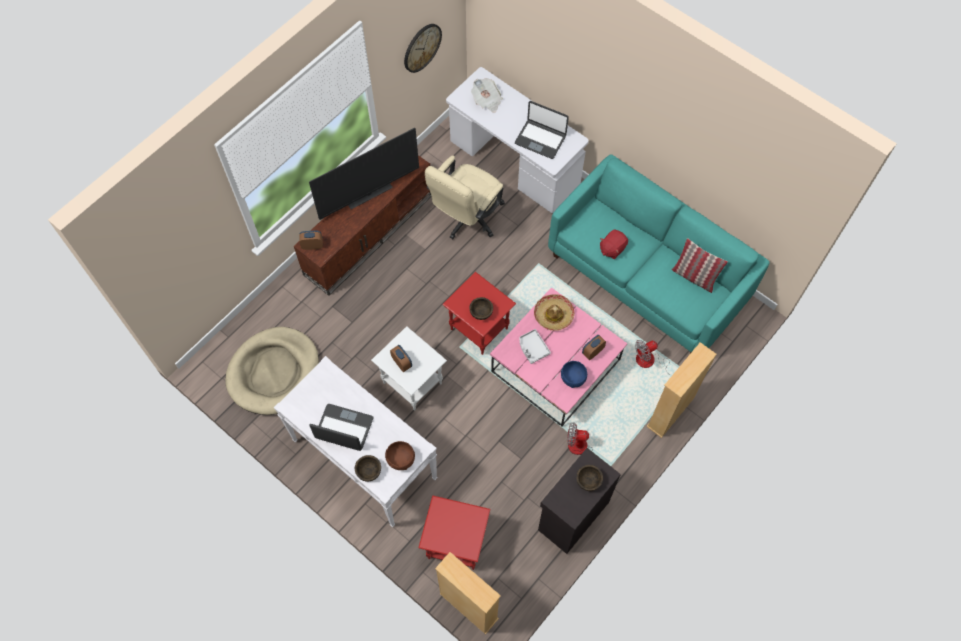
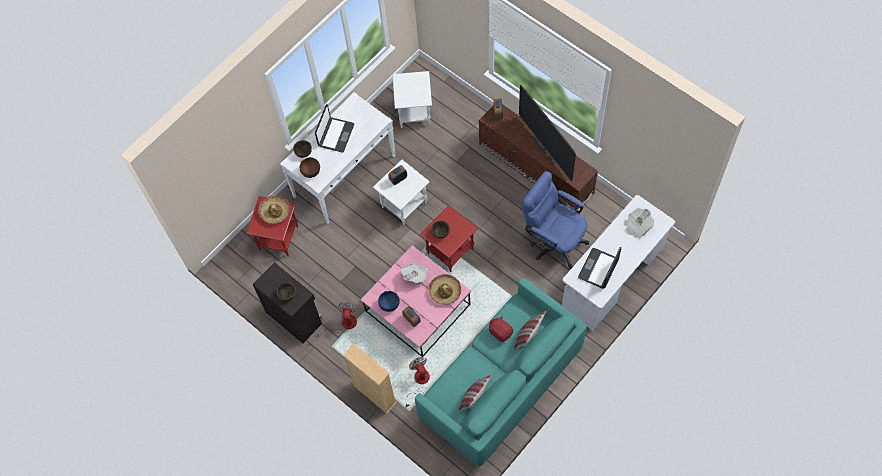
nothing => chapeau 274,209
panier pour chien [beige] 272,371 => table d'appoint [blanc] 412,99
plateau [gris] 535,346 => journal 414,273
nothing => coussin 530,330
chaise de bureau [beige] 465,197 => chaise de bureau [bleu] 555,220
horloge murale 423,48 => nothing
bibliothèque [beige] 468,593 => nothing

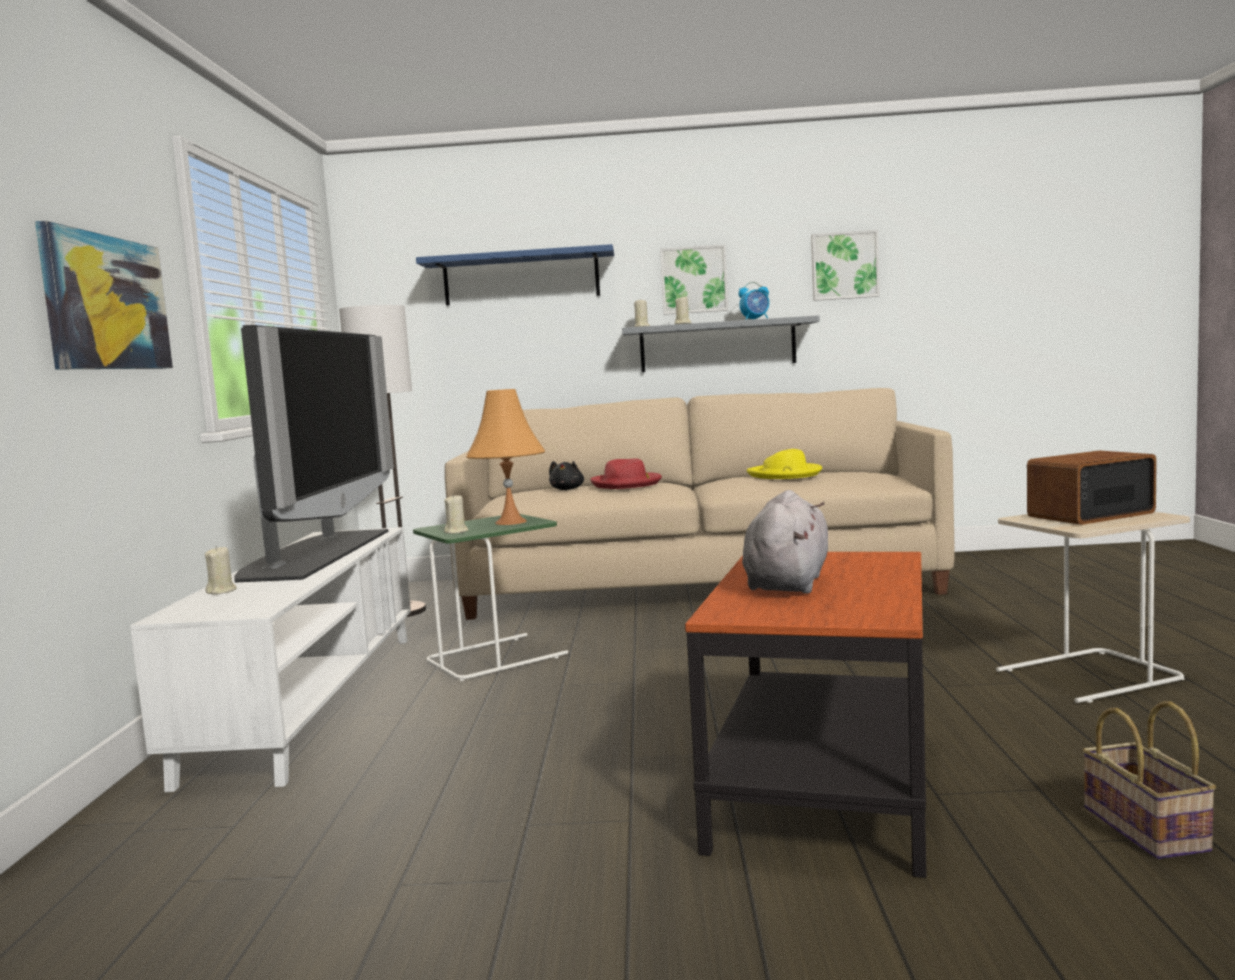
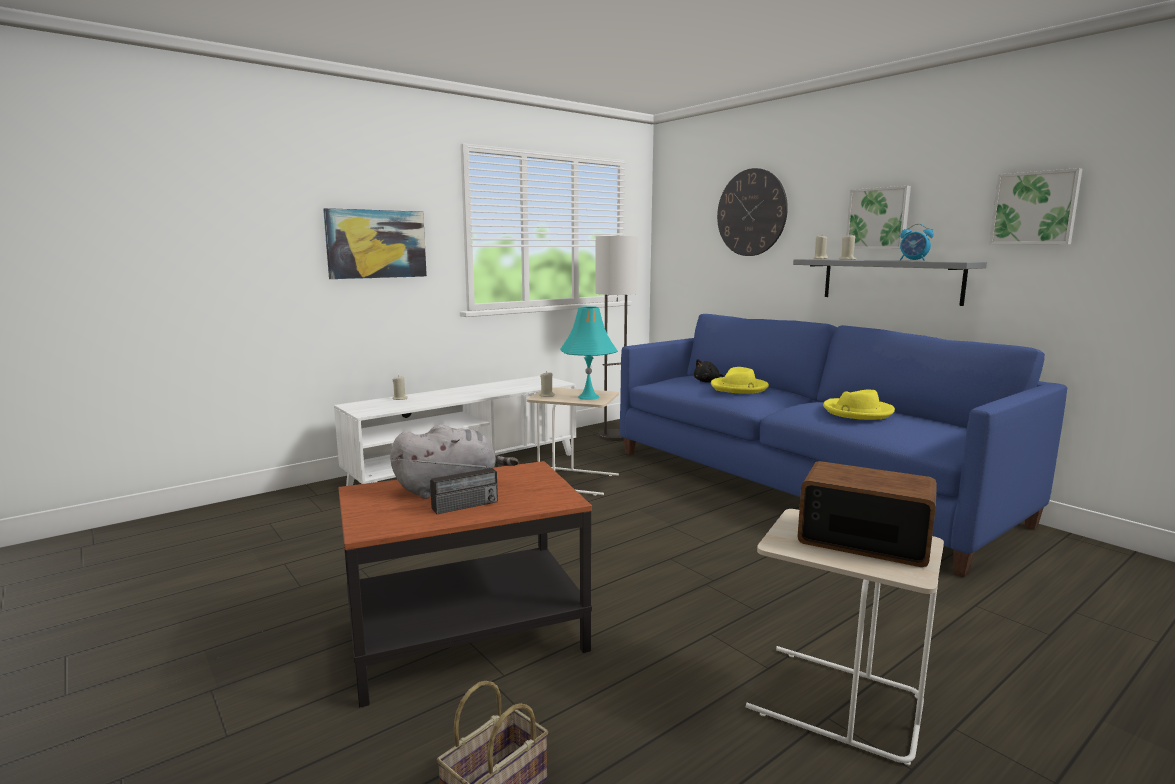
nothing => radio 445,486
table d'appoint [vert] 490,597 => table d'appoint [beige] 573,441
lampe de table [orange] 505,457 => lampe de table [turquoise] 589,353
canapé [beige] 699,504 => canapé [bleu] 843,445
chapeau [rouge] 626,473 => chapeau [jaune] 740,380
étagère [bleu] 515,275 => horloge murale 752,212
téléviseur 314,453 => nothing

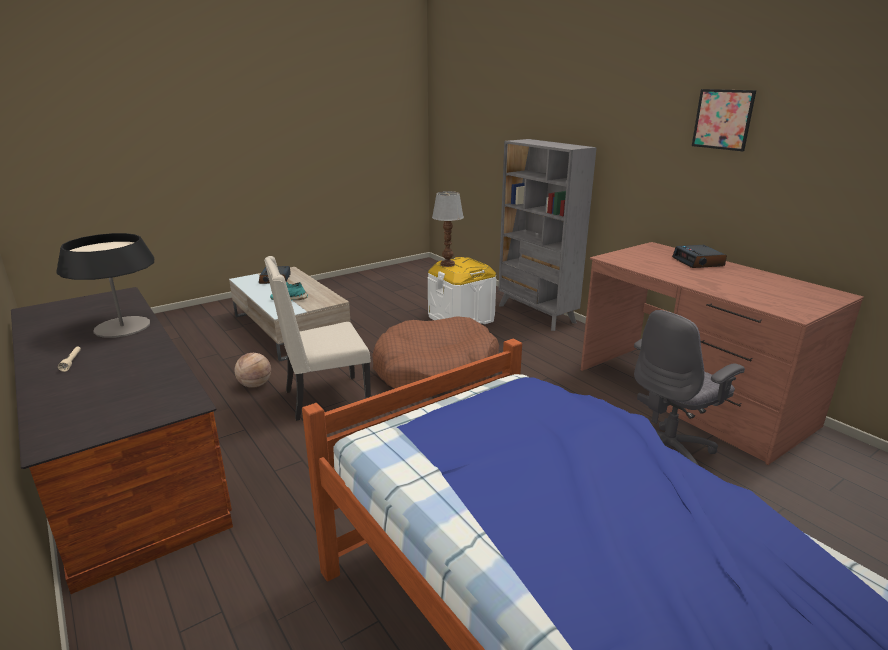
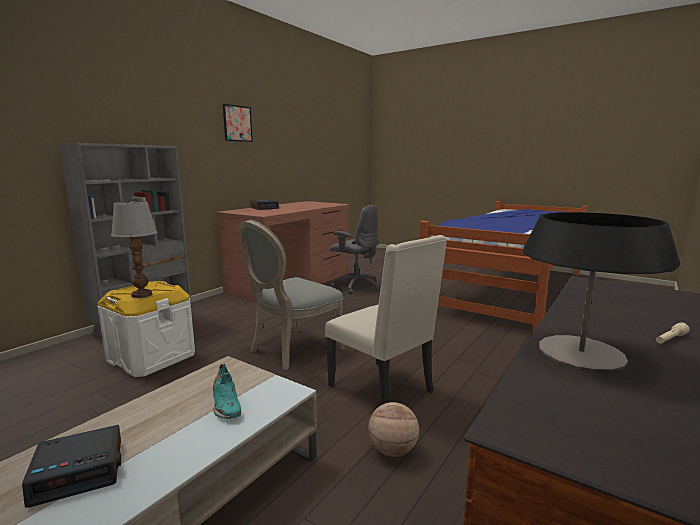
panier pour chien [marron] 436,354 => chaise [gris] 292,295

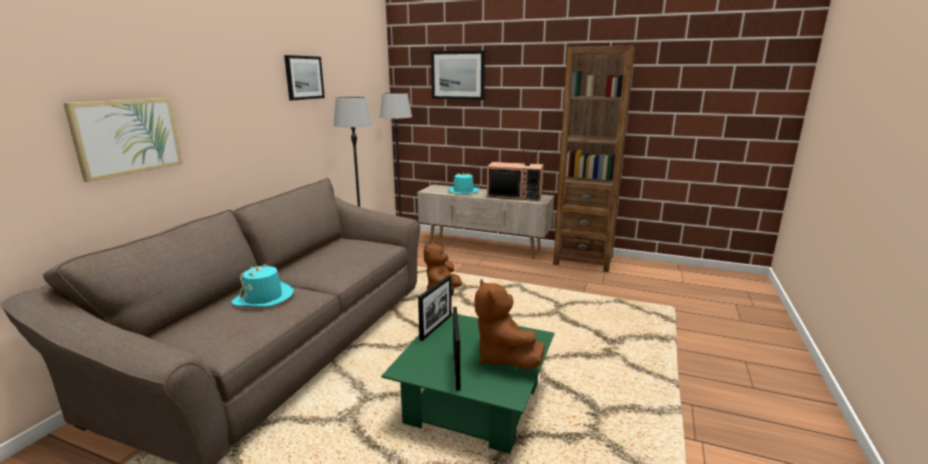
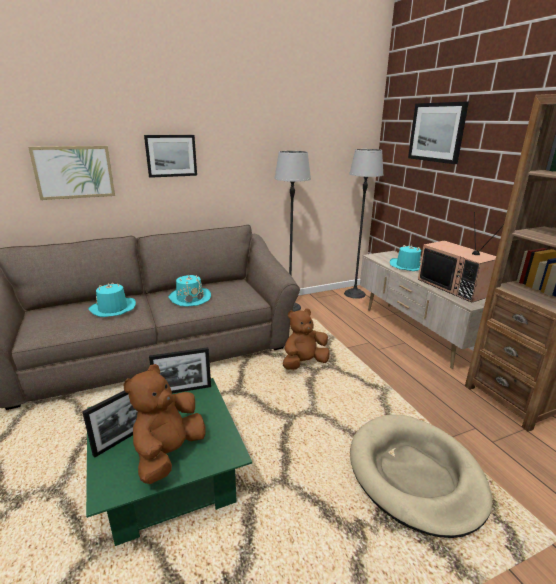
tableau 304,77 => tableau 170,156, relocated
nothing => chapeau [turquoise] 189,290
nothing => panier pour chien [beige] 421,476

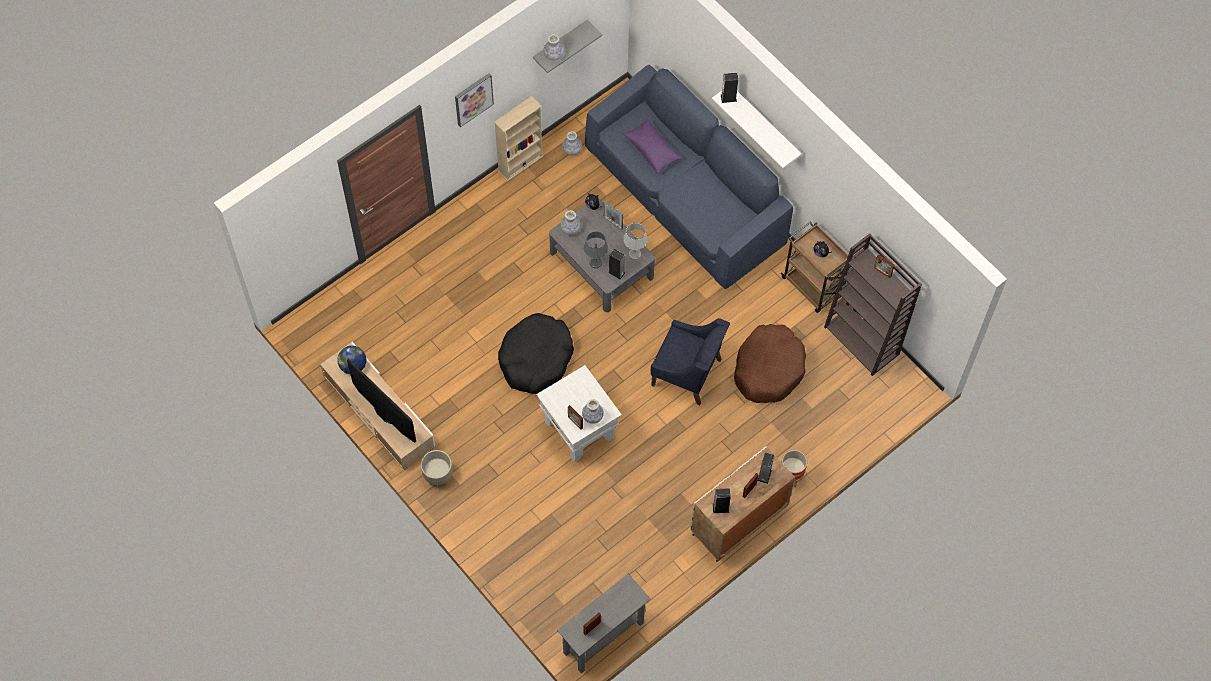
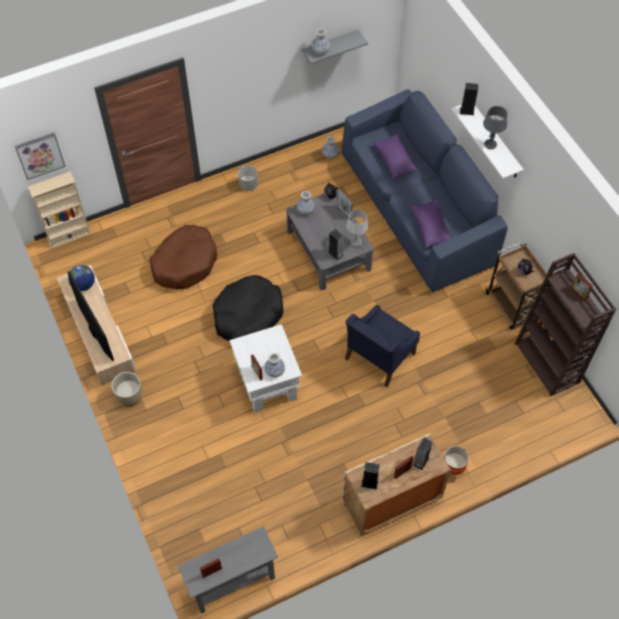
tableau 474,100 => tableau 40,156, relocated
bibliothèque [beige] 518,139 => bibliothèque [beige] 59,210, relocated
panier pour chien [marron] 770,363 => panier pour chien [marron] 183,257, relocated
nothing => cache-pot [gris] 248,178
fauteuil [bleu] 690,361 => fauteuil [bleu] 382,346, 90 degrees clockwise
nothing => coussin [violet] 430,224
lampe de table [gris] 596,249 => lampe de table [gris] 495,127, relocated

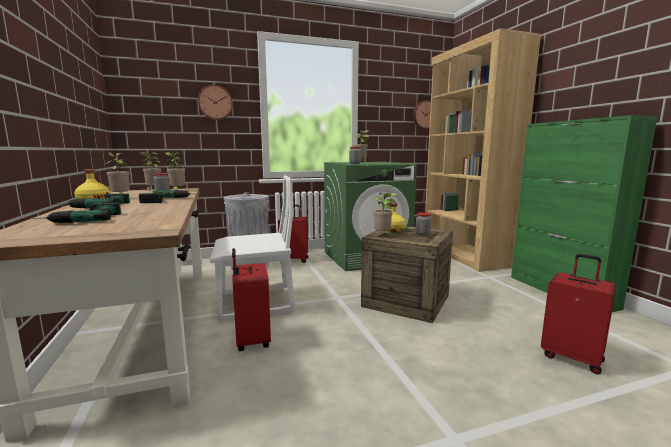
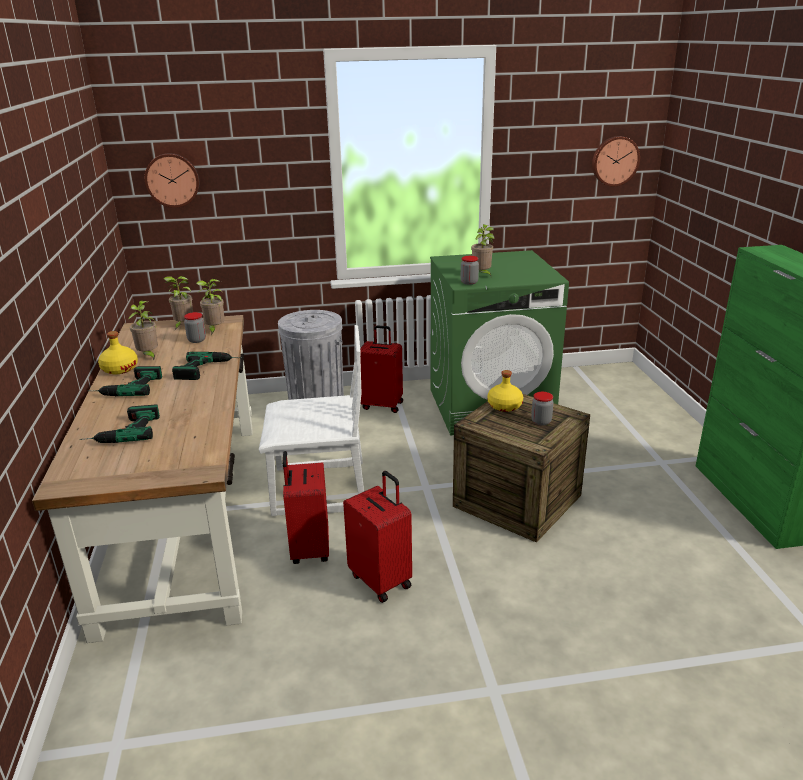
horloge murale 215,102 => horloge murale 172,180, relocated
valise [rouge] 578,314 => valise [rouge] 377,537, relocated
plante en pot 385,213 => nothing
bibliothèque [marron] 483,150 => nothing

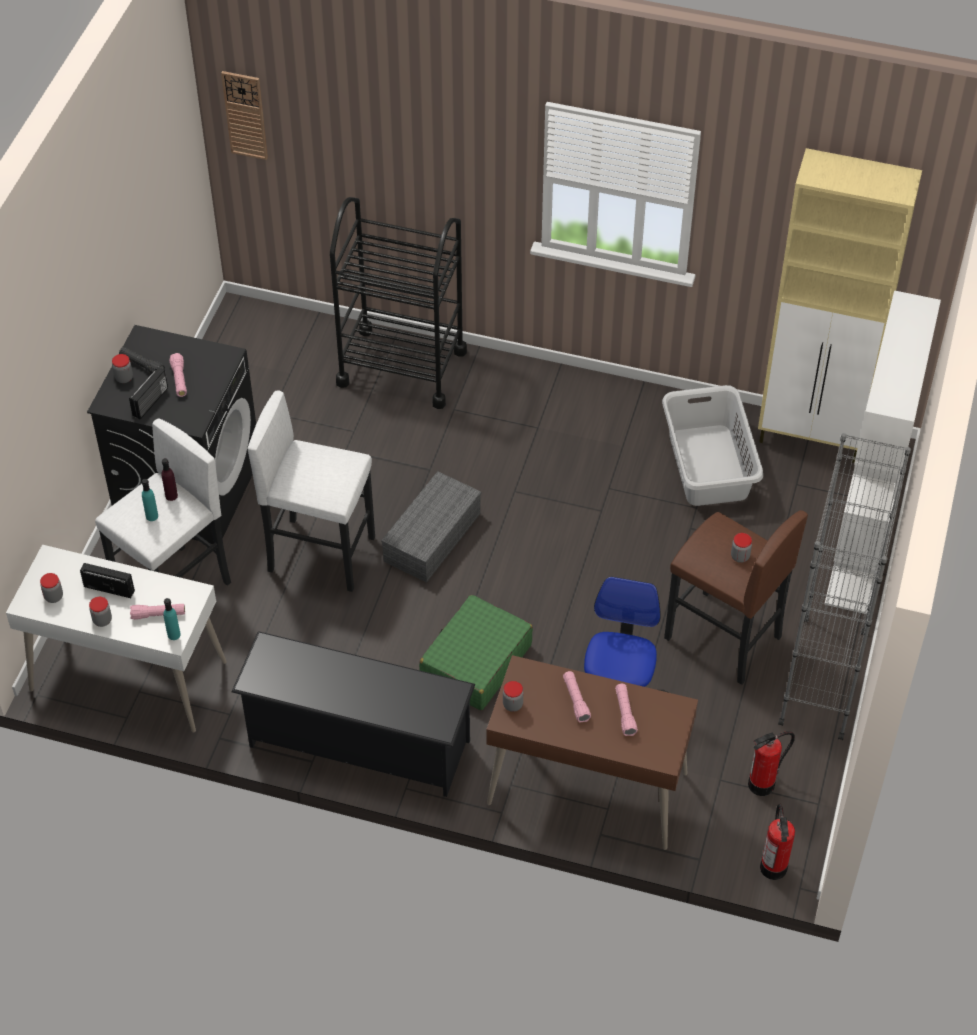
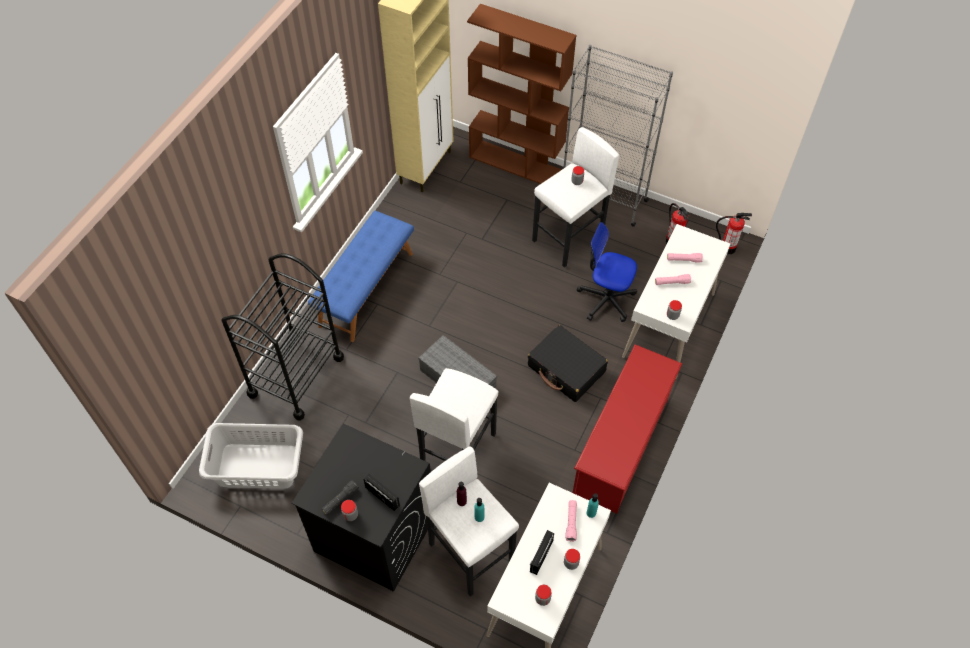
panier à linge [gris] 712,445 => panier à linge [gris] 251,455, relocated
nothing => banc [bleu] 361,276
bibliothèque [blanc] 882,452 => bibliothèque [marron] 521,94
valise [vert] 476,652 => valise [noir] 568,363
tabouret [marron] 736,597 => tabouret [blanc] 575,197
étagère à chaussures [noir] 353,714 => étagère à chaussures [rouge] 627,429
bureau [marron] 592,752 => bureau [blanc] 676,301
lampe de poche [rose] 178,375 => nothing
horloge murale 244,115 => nothing

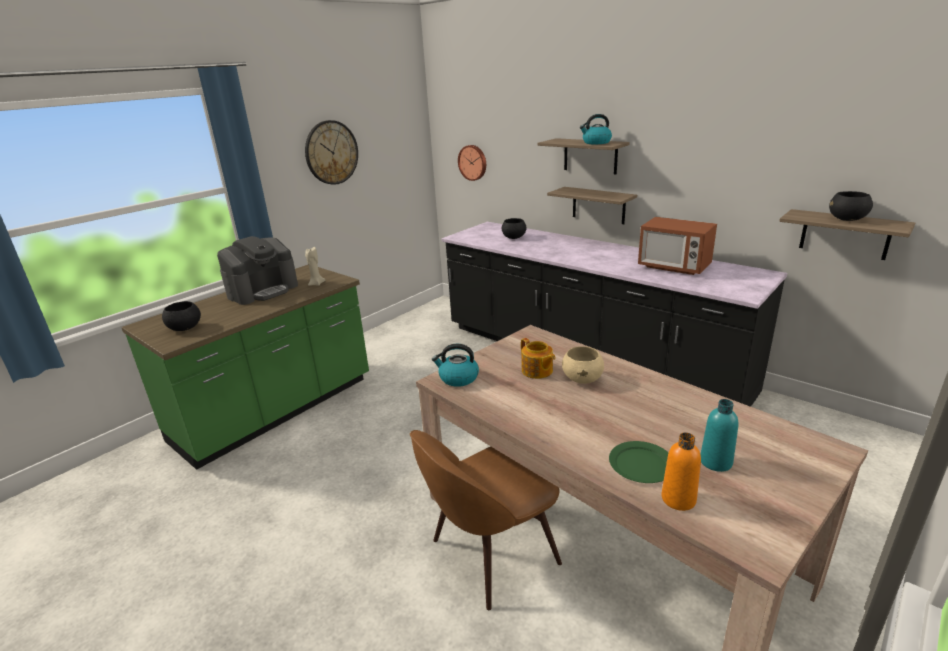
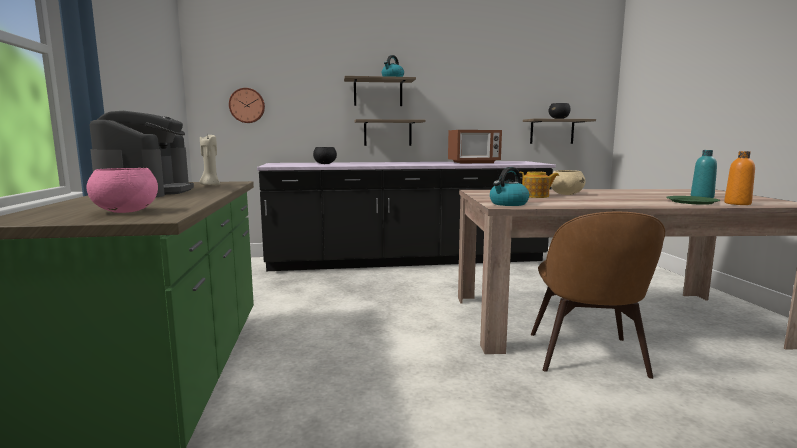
bol [noir] 181,316 => bol [rose] 122,190
horloge murale 331,152 => nothing

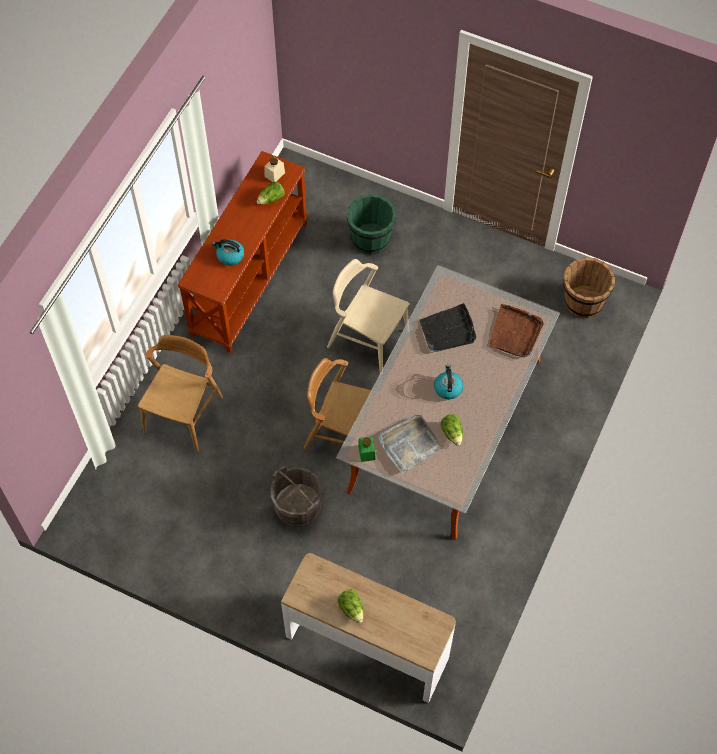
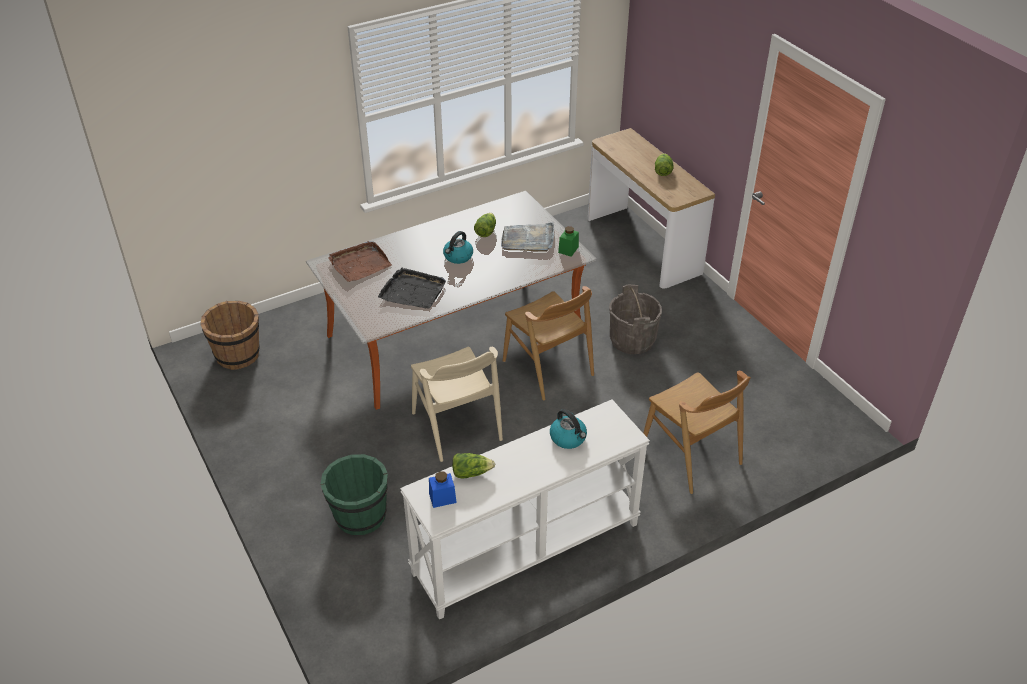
table console [marron] 242,252 => table console [blanc] 525,510
bocal [beige] 274,169 => bocal [bleu] 443,489
chaise [marron] 180,393 => chaise [marron] 697,432, 90 degrees counterclockwise

